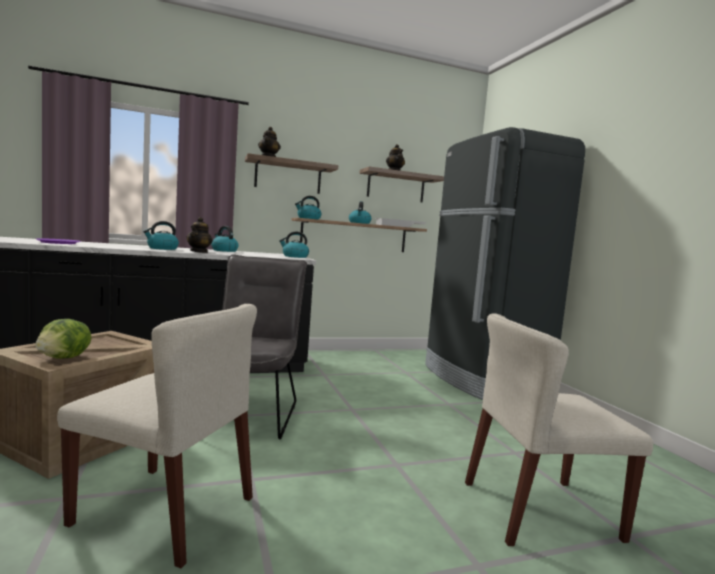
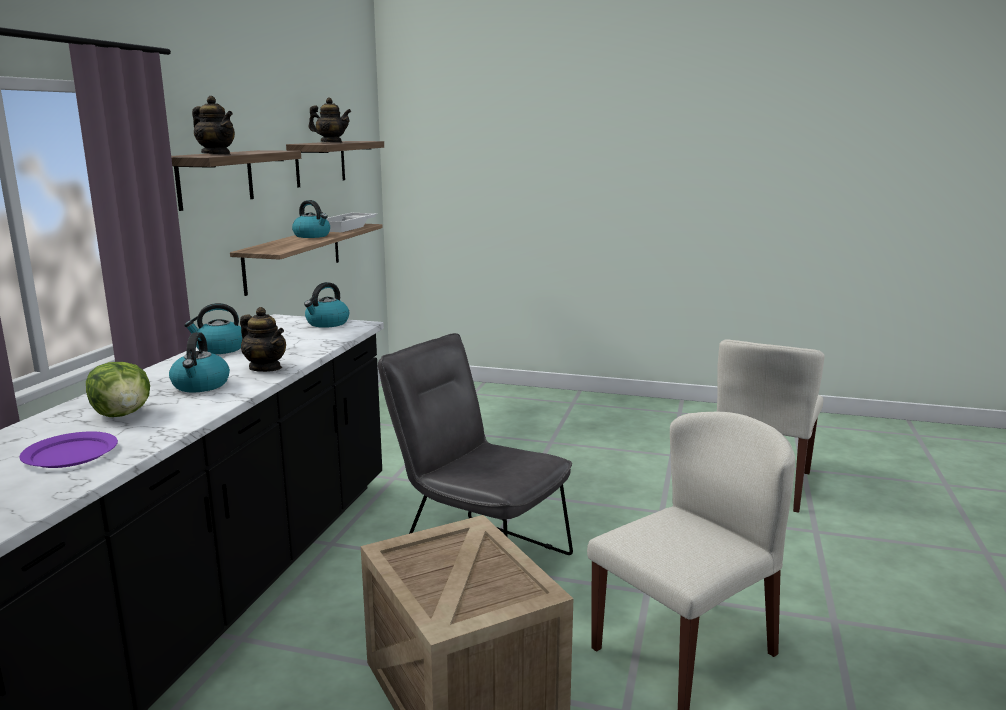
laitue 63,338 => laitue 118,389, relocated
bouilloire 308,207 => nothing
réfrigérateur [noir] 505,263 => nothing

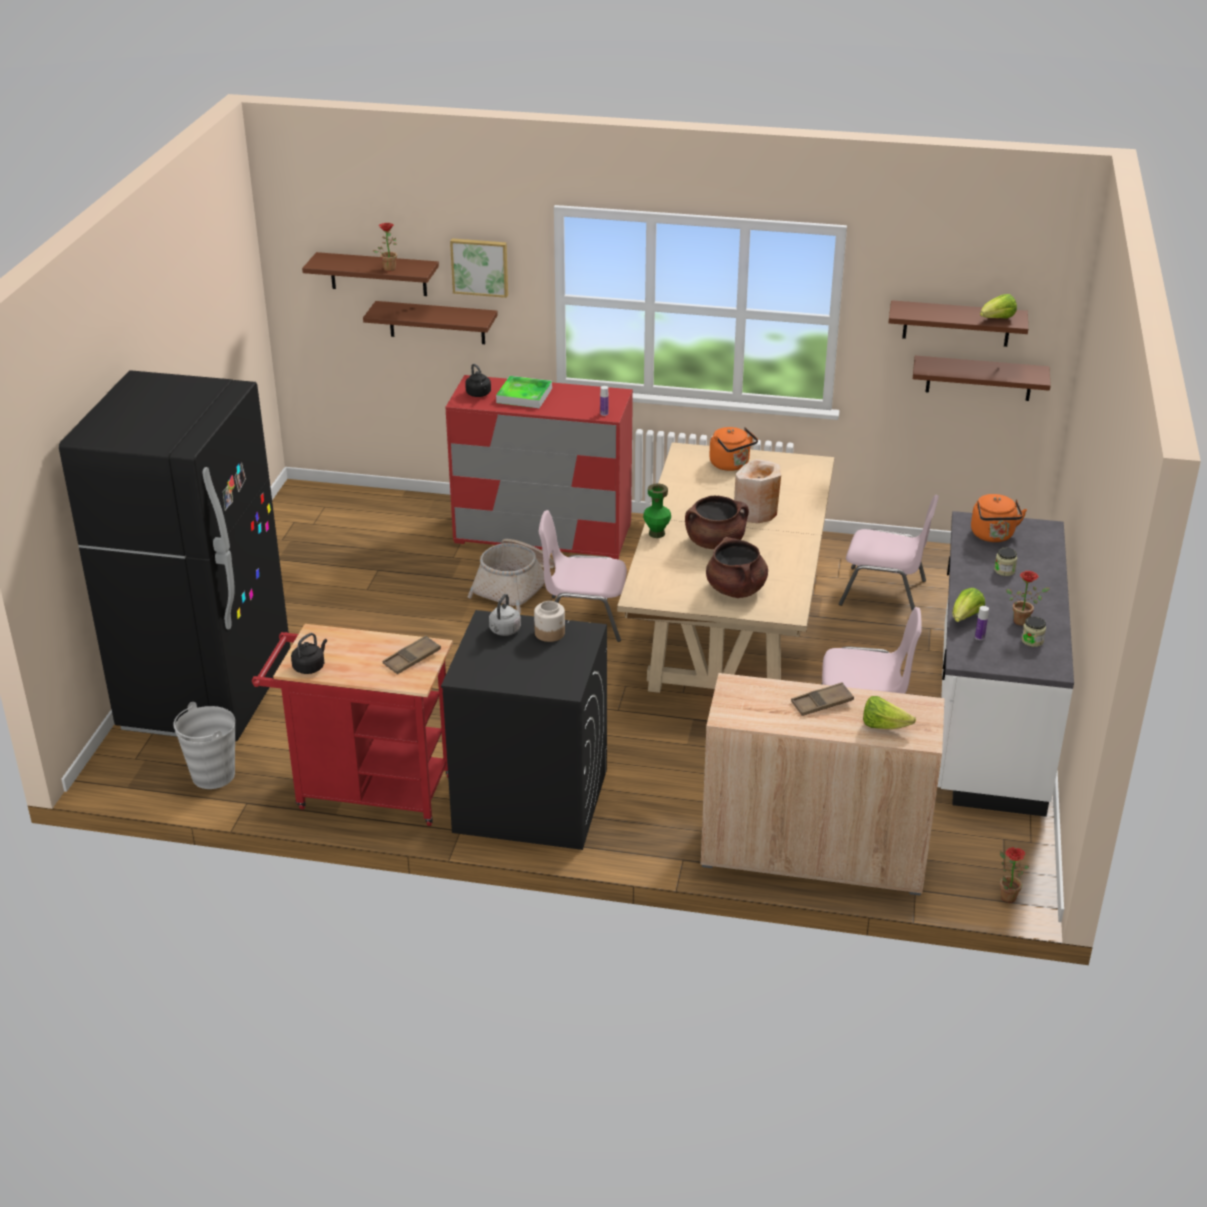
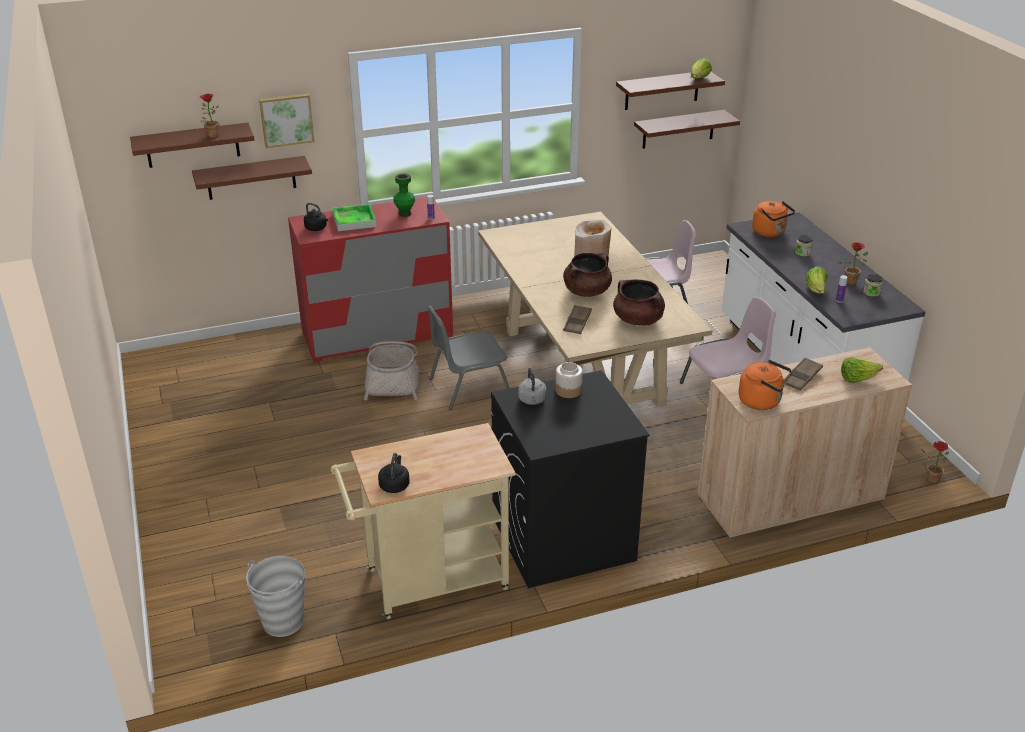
chariot [rouge] 352,725 => chariot [beige] 423,521
vase [vert] 657,510 => vase [vert] 404,195, relocated
chaise [rose] 583,576 => chaise [gris] 468,358
plateau [marron] 412,654 => plateau [marron] 577,319, relocated
bouilloire [orange] 733,449 => bouilloire [orange] 765,385, relocated
réfrigérateur [noir] 174,555 => nothing

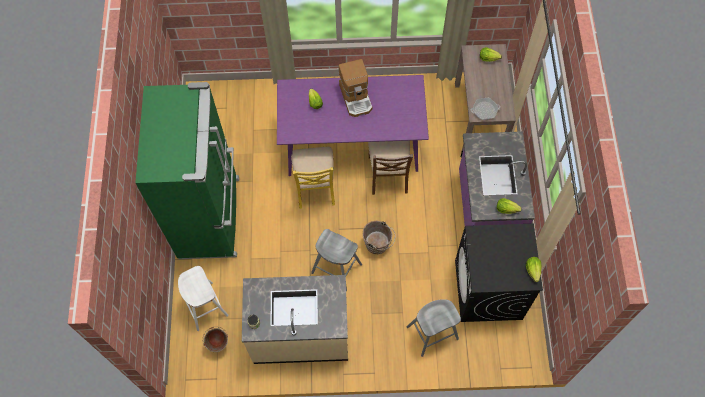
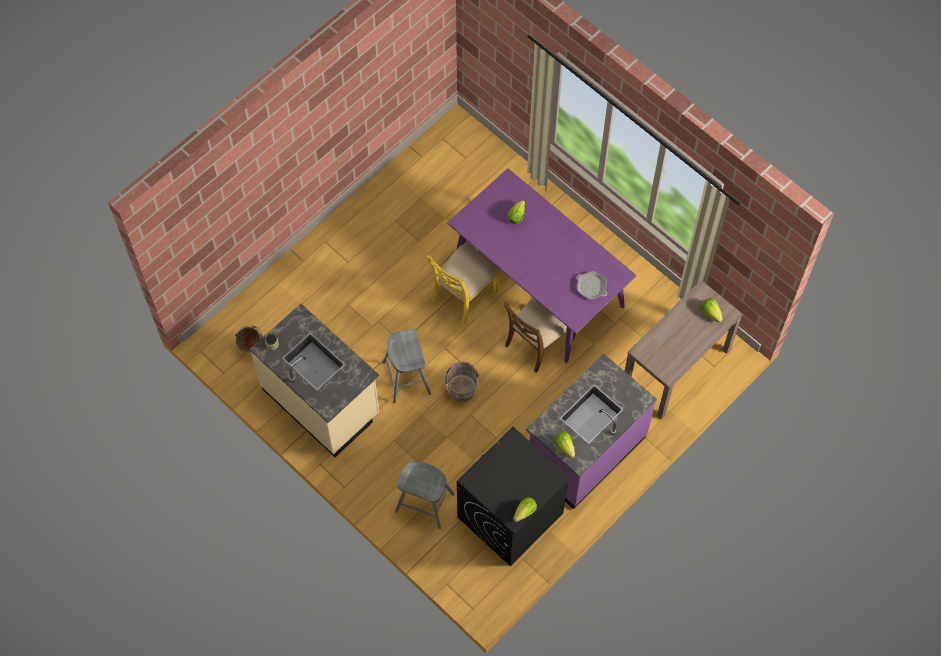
poêle 485,109 => poêle 592,285, relocated
réfrigérateur [vert] 187,170 => nothing
tabouret [blanc] 203,298 => nothing
machine à café 355,88 => nothing

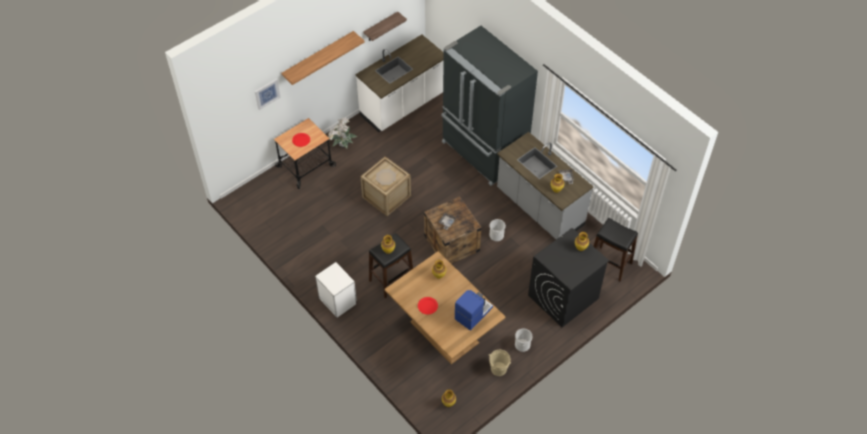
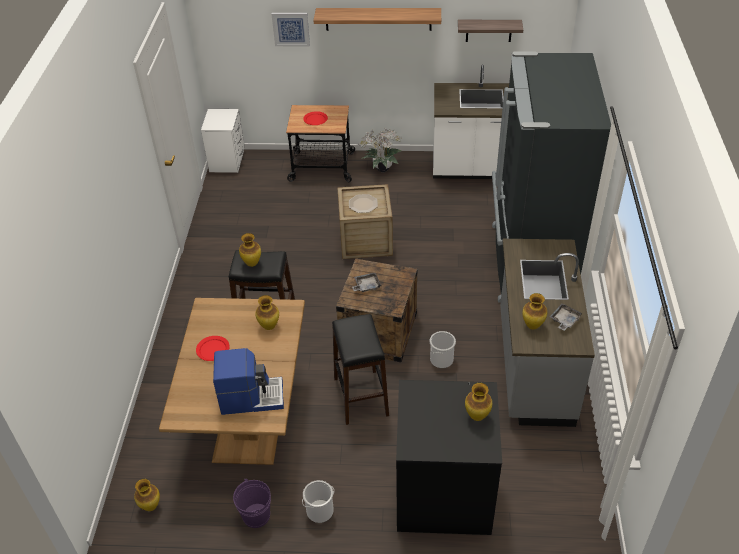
table de chevet [blanc] 336,290 => table de chevet [blanc] 222,141, relocated
seau [beige] 500,363 => seau [violet] 252,503
tabouret [noir] 615,249 => tabouret [noir] 360,369, relocated

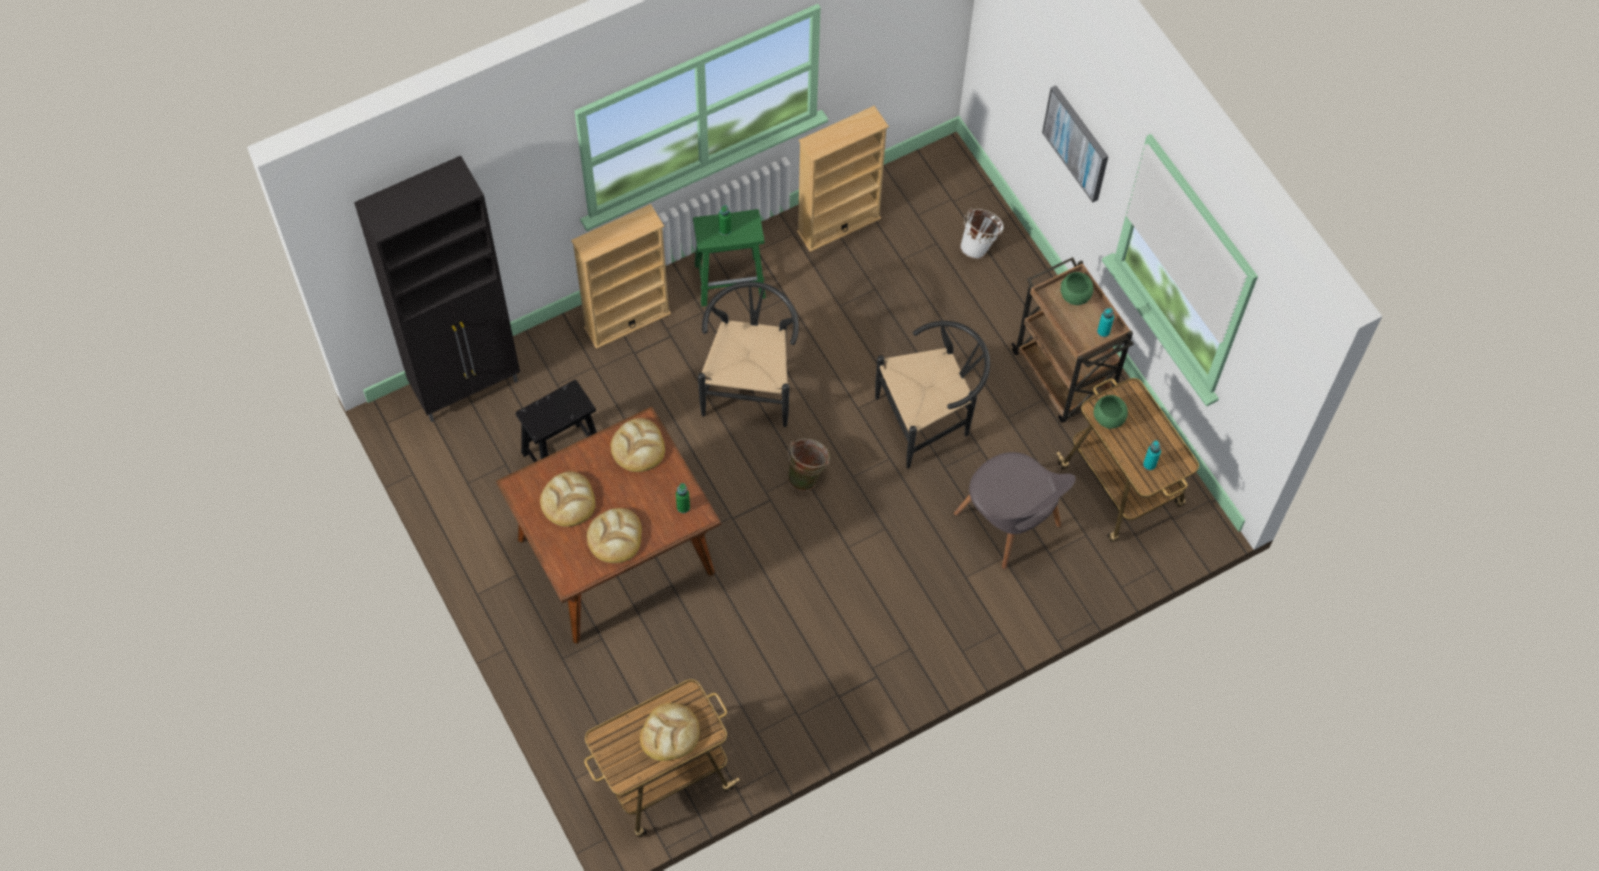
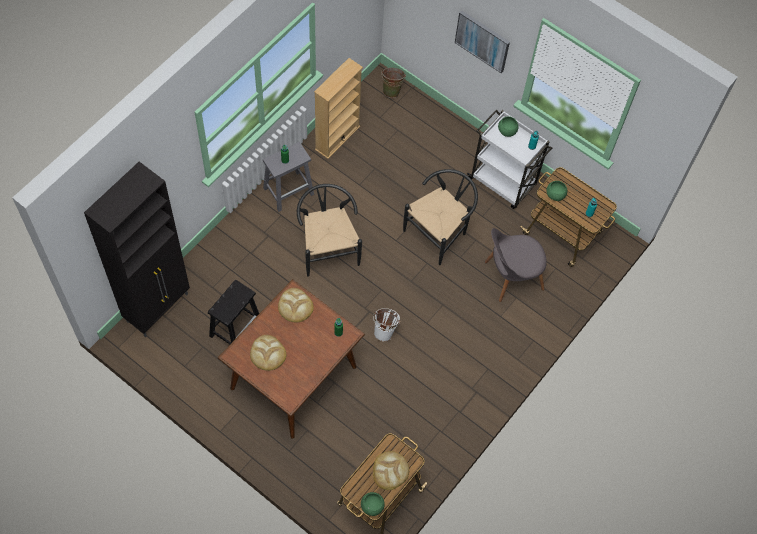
tabouret [vert] 729,258 => tabouret [gris] 288,177
nothing => bol [vert] 373,504
seau [blanc] 981,233 => seau [blanc] 387,325, relocated
seau [vert] 808,465 => seau [vert] 393,83, relocated
chariot [marron] 1072,340 => chariot [blanc] 509,159
chaise [gris] 1015,510 => chaise [gris] 516,265, 135 degrees clockwise
bibliothèque [beige] 621,276 => nothing
pain 614,535 => nothing

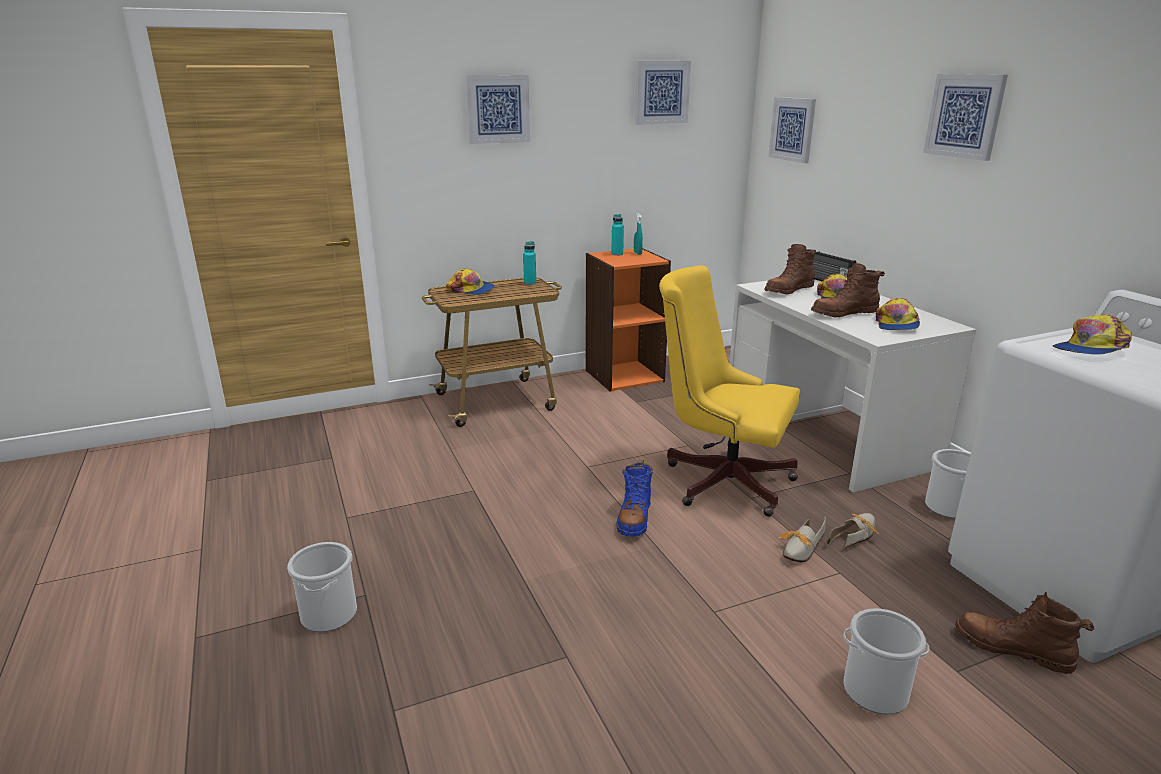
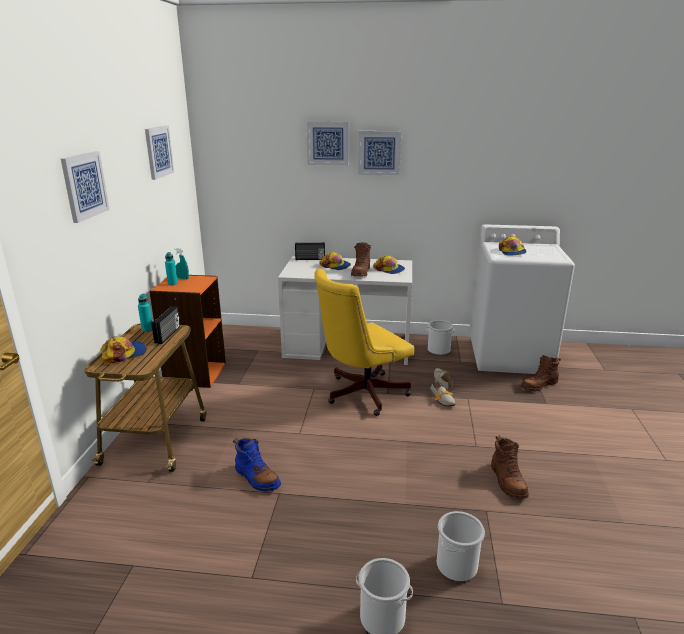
nothing => radio 165,325
botte [bleu] 635,498 => botte [bleu] 257,465, relocated
tableau 792,130 => tableau 328,143, relocated
seau 886,661 => seau 461,546, relocated
botte [marron] 790,269 => botte [marron] 510,467, relocated

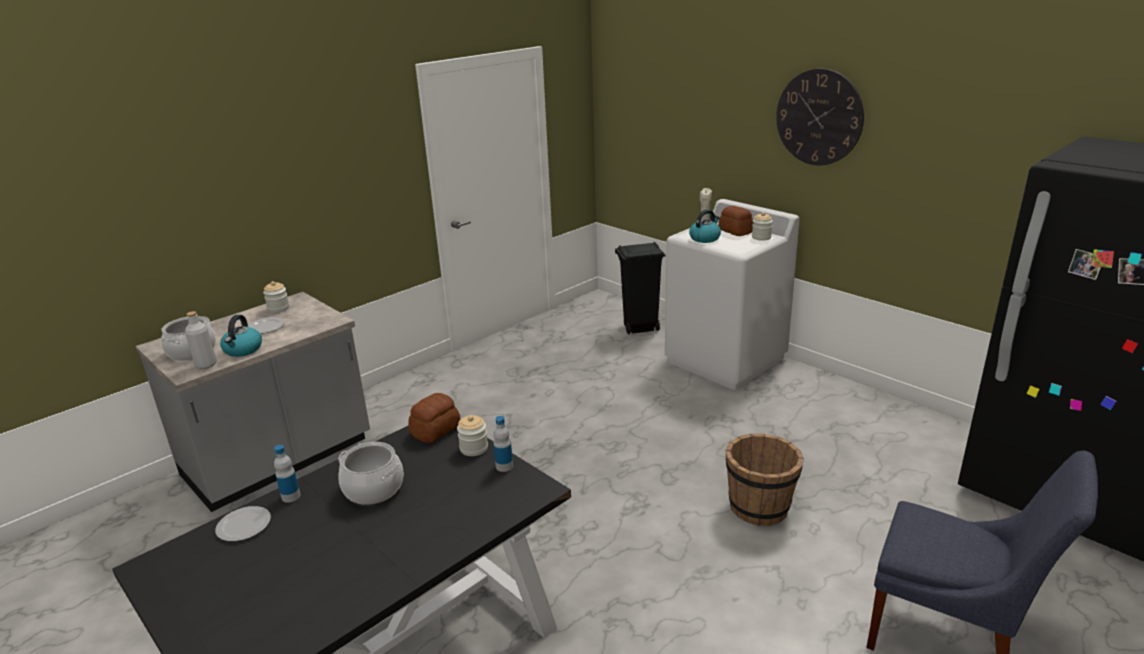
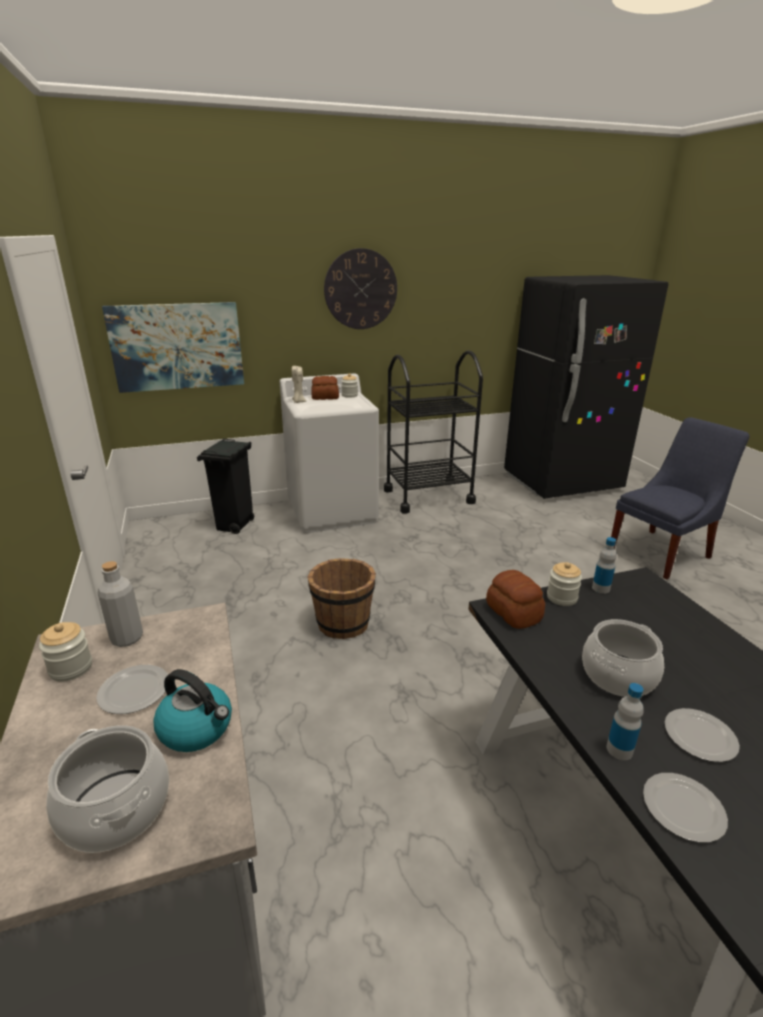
bouteille [gris] 201,340 => bouteille [gris] 120,604, relocated
nothing => tableau 173,347
seau [marron] 765,480 => seau [marron] 342,598, relocated
nothing => chariot [noir] 433,432
nothing => assiette 702,735
bouilloire 705,226 => nothing

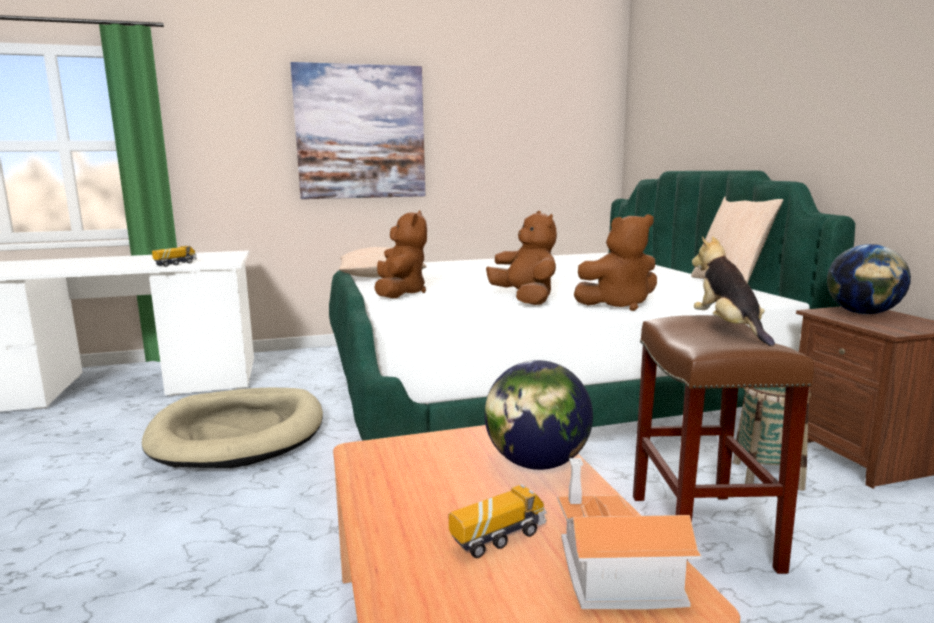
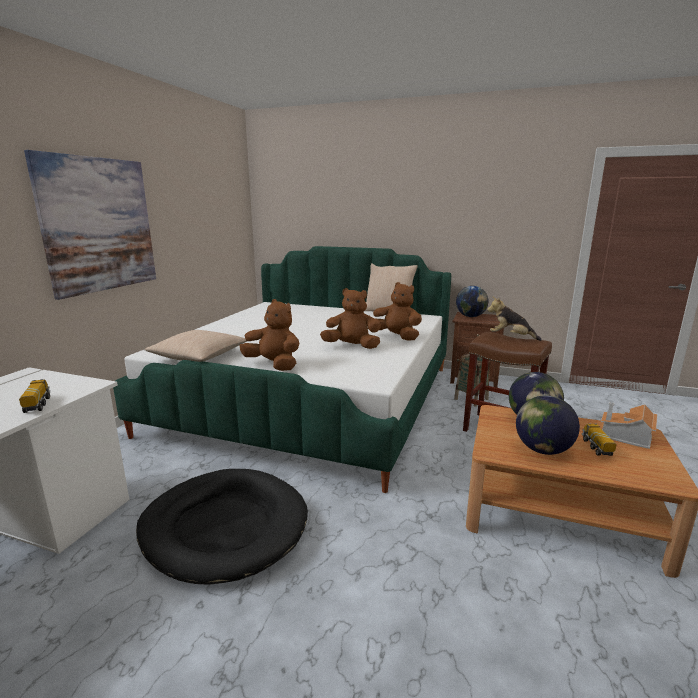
panier pour chien [beige] 232,427 => panier pour chien [noir] 222,527
peluche [marron] 615,262 => peluche [marron] 397,311, 75 degrees counterclockwise
nothing => globe 548,425

